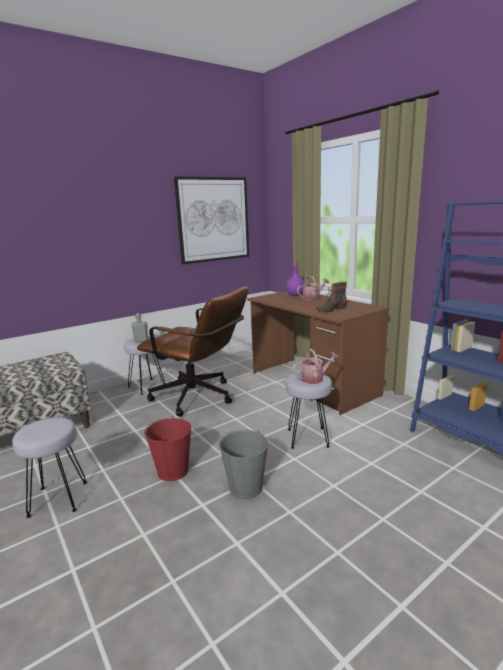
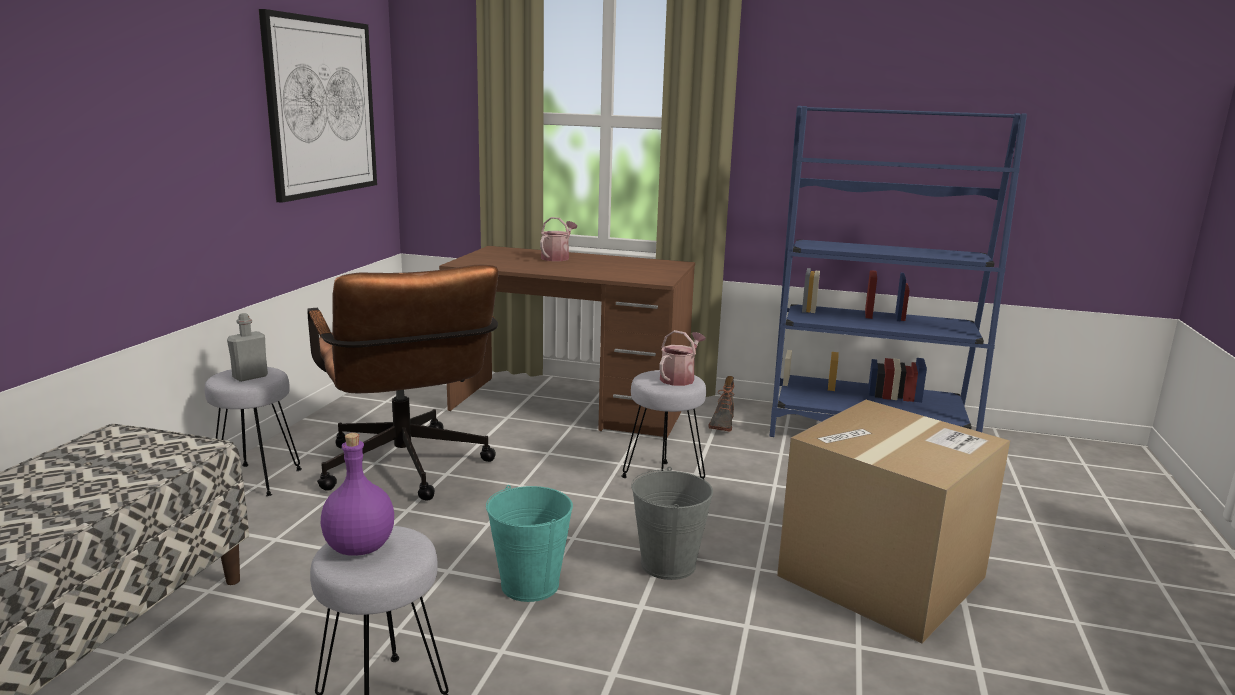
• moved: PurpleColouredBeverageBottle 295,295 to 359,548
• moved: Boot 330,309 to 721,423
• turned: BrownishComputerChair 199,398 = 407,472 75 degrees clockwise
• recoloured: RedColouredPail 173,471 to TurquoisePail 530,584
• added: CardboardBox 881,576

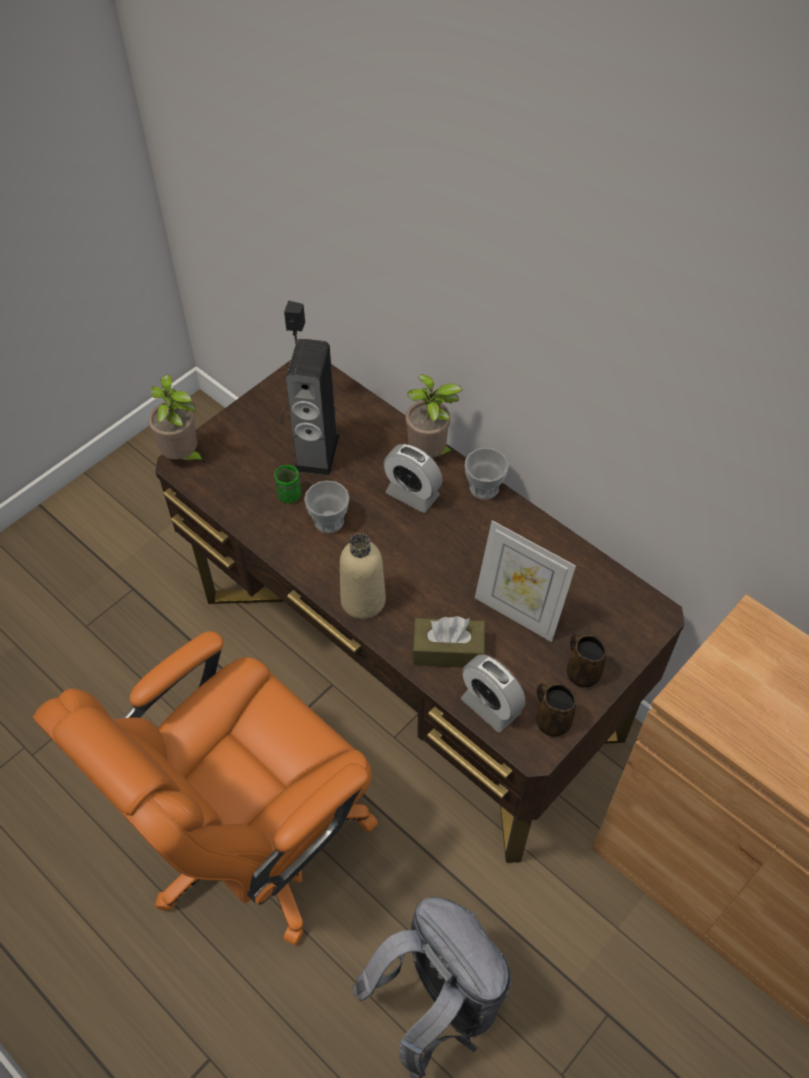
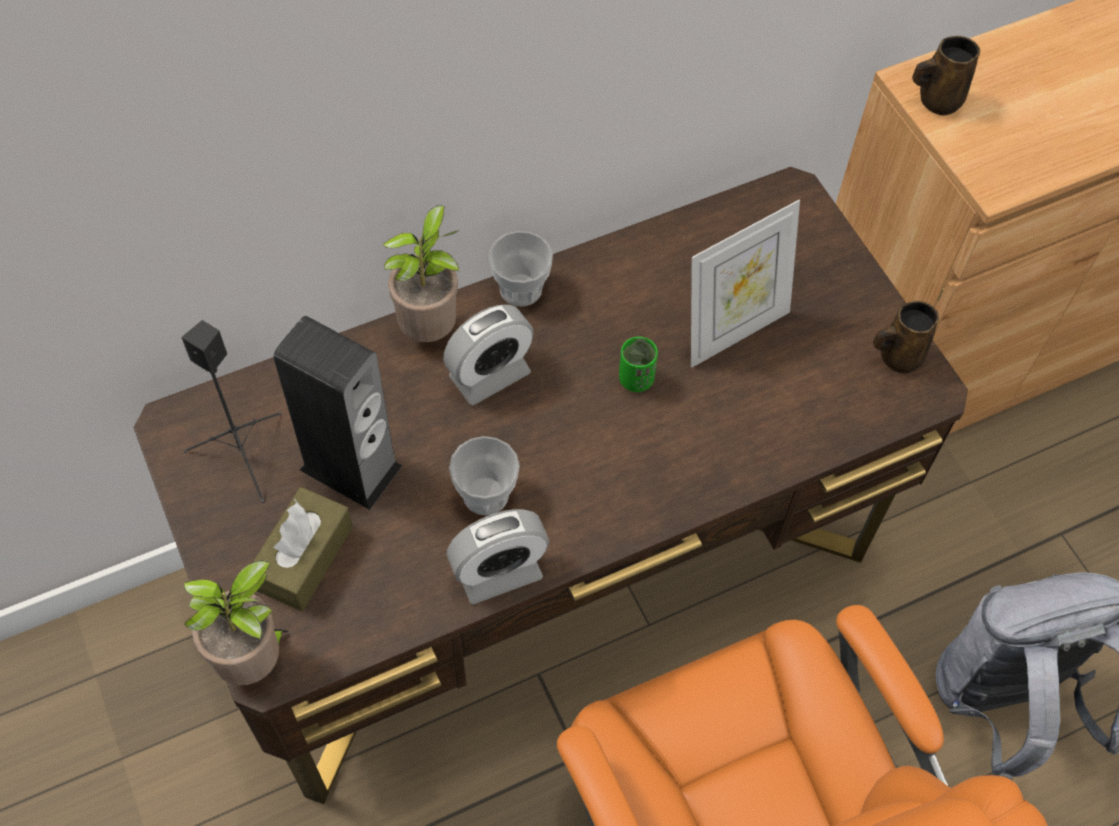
• moved: GreenColouredSmallCup 289,495 to 635,379
• removed: BeigeColouredBeverageBottle 363,601
• moved: BrownishTissueBox 448,650 to 304,558
• moved: BrownishMug 582,672 to 937,100
• moved: AlarmClock 490,706 to 499,572

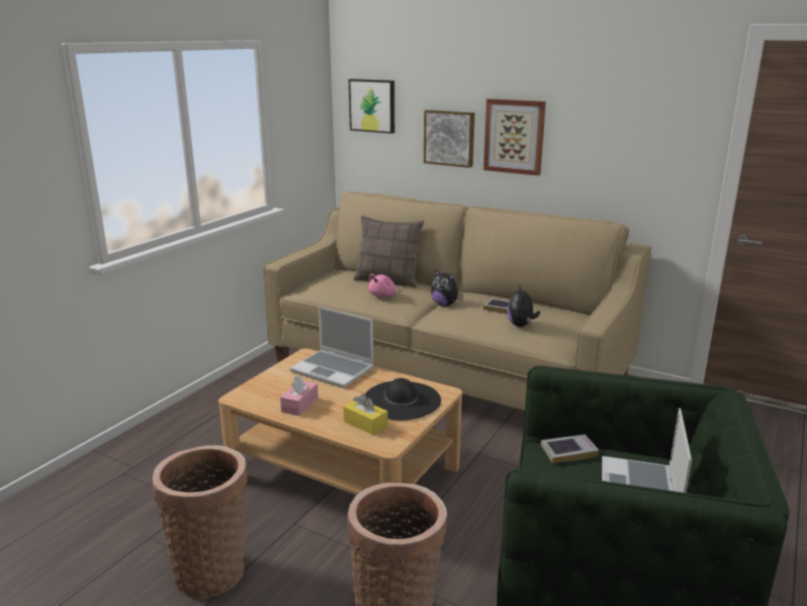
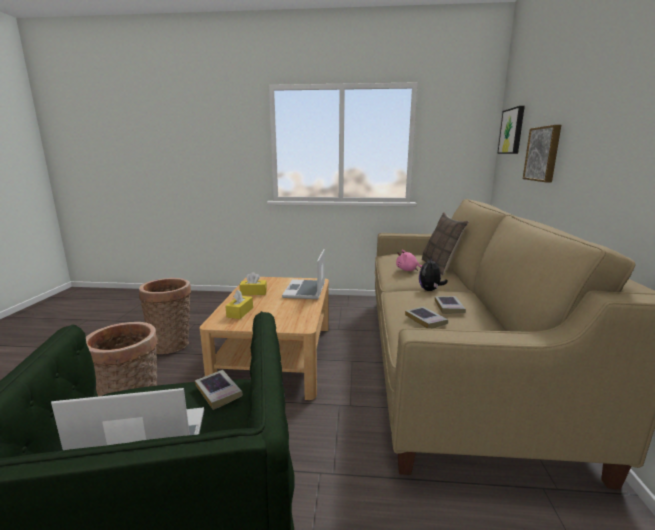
• removed: WallPicture 514,136
• replaced: SoftToy 521,325 to Volume 425,320
• recoloured: PinkColouredTissueBox 300,405 to YellowColouredTissueBox 253,292
• removed: BlackishClothingHat 401,400

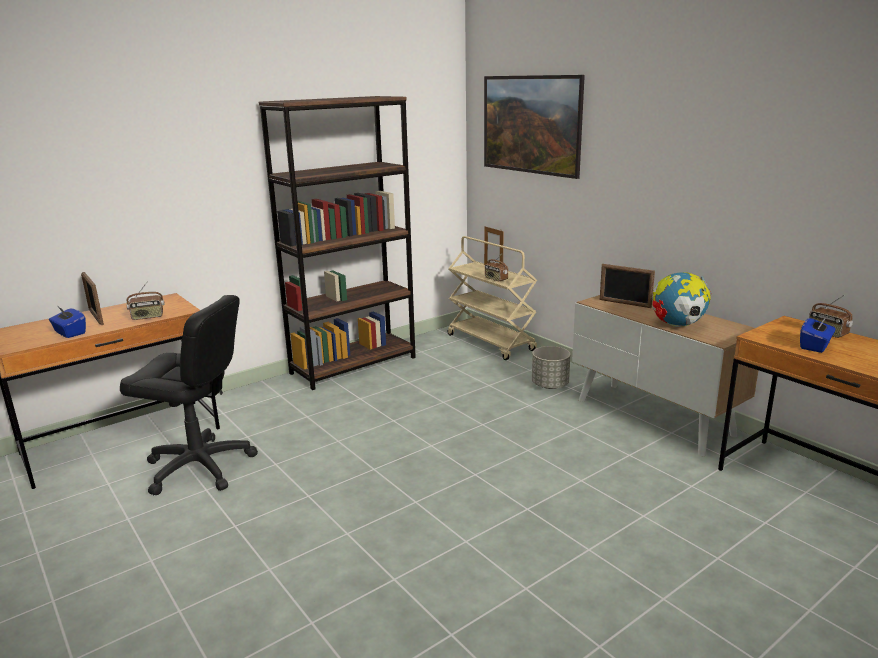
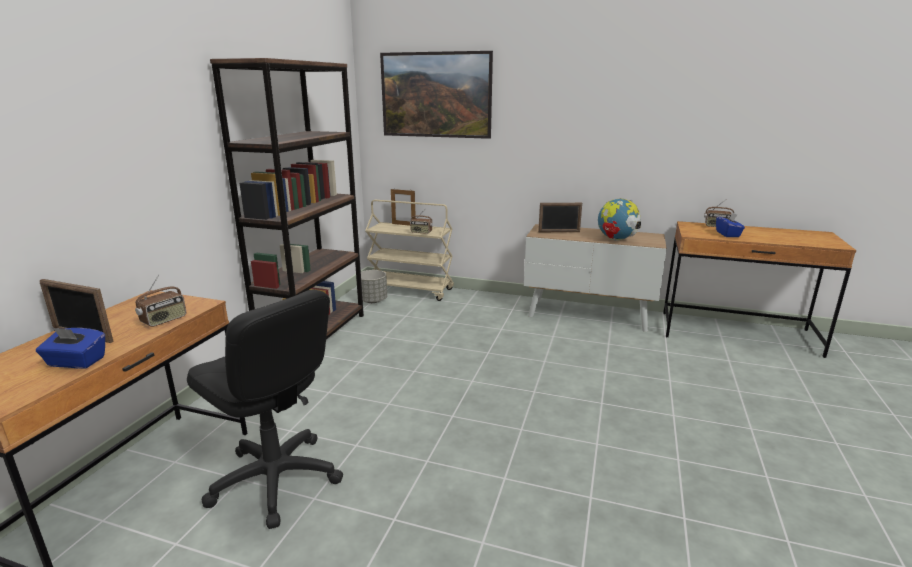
• turned: BlackishComputerChair 199,467 = 275,479 60 degrees clockwise
• moved: GrayPlantPot 550,385 to 373,301

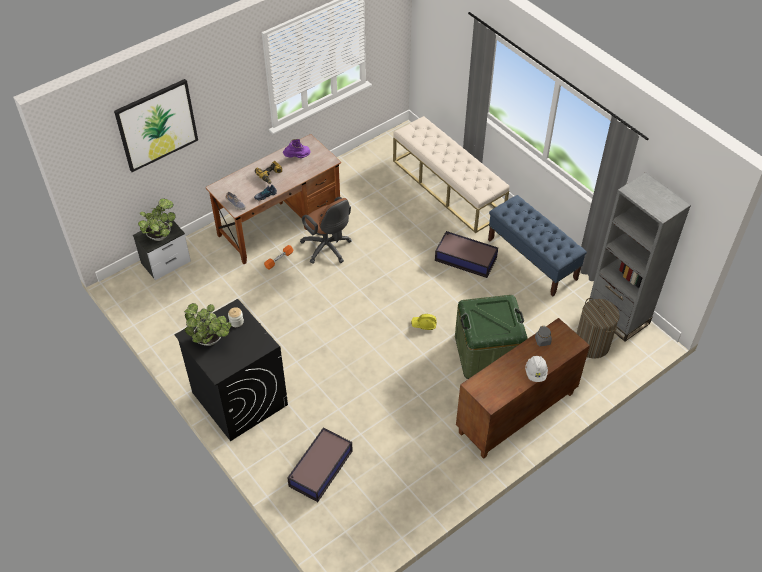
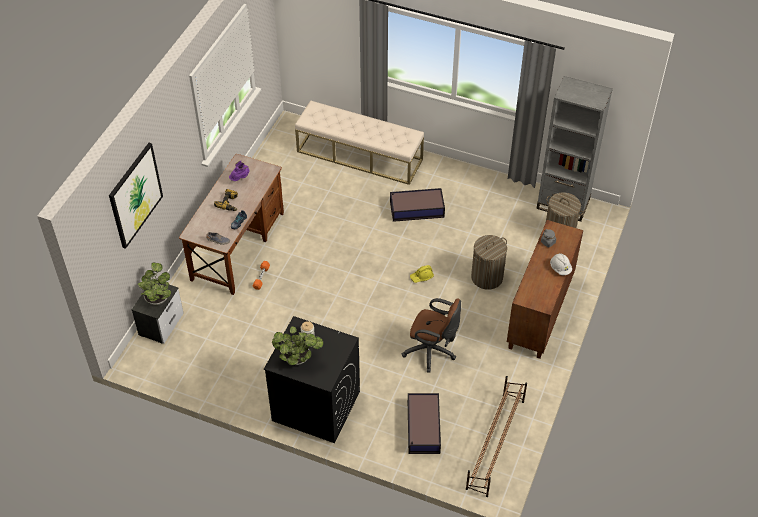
• removed: BlueColouredBench 532,259
• moved: BrownishComputerChair 328,249 to 432,352
• replaced: GreenColouredStorageContainer 487,353 to LaundryBasket 487,277
• added: BrownishShoeStand 495,444

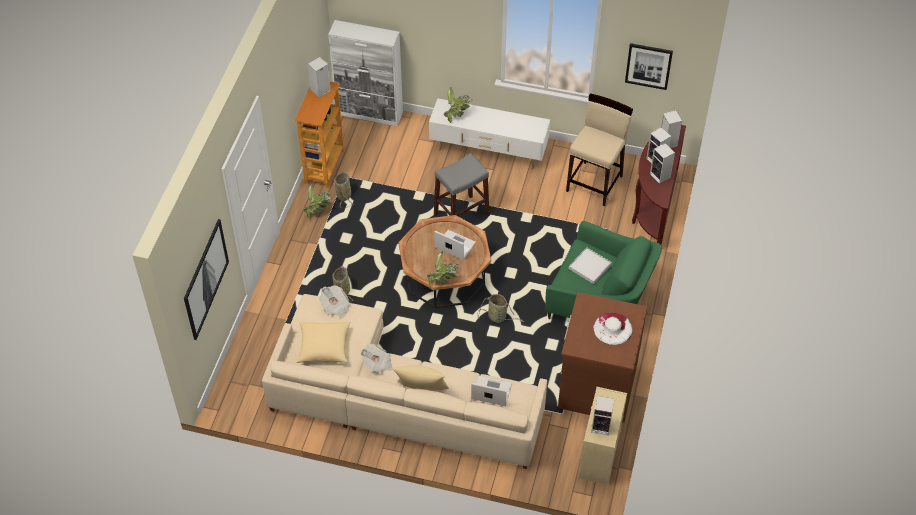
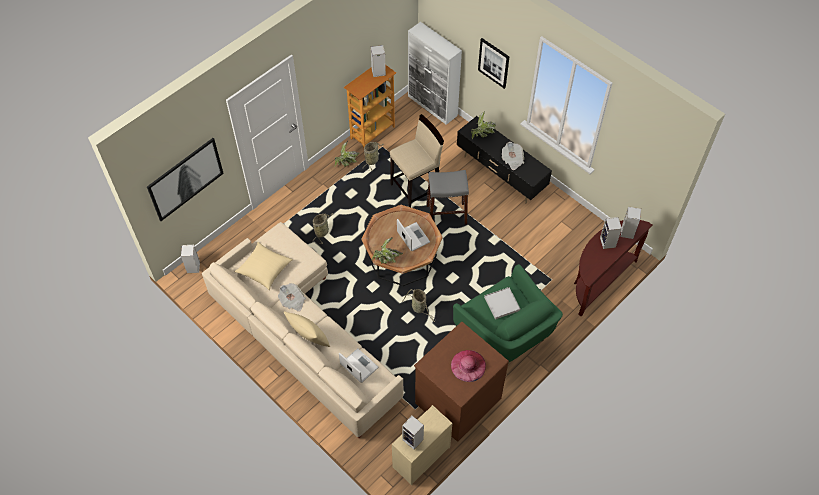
• moved: WallPicture 648,66 to 494,63
• moved: BeigeColouredSittingStool 595,183 to 416,188
• recoloured: WhitishTvUnit 489,151 to BlackishTvUnit 501,175
• moved: Speaker 661,176 to 193,268
• moved: PrintedPaper 335,307 to 512,160
• recoloured: WhitishClothingHat 613,328 to PinkColouredClothingHat 468,365

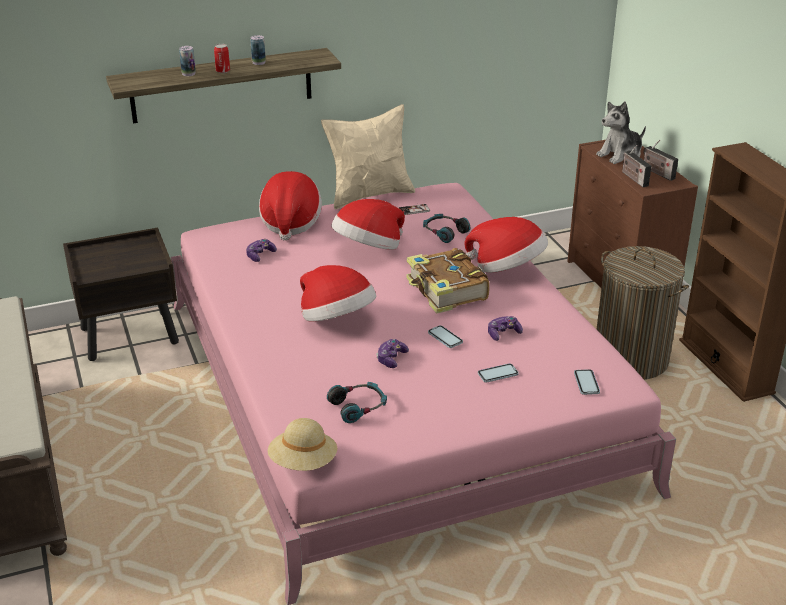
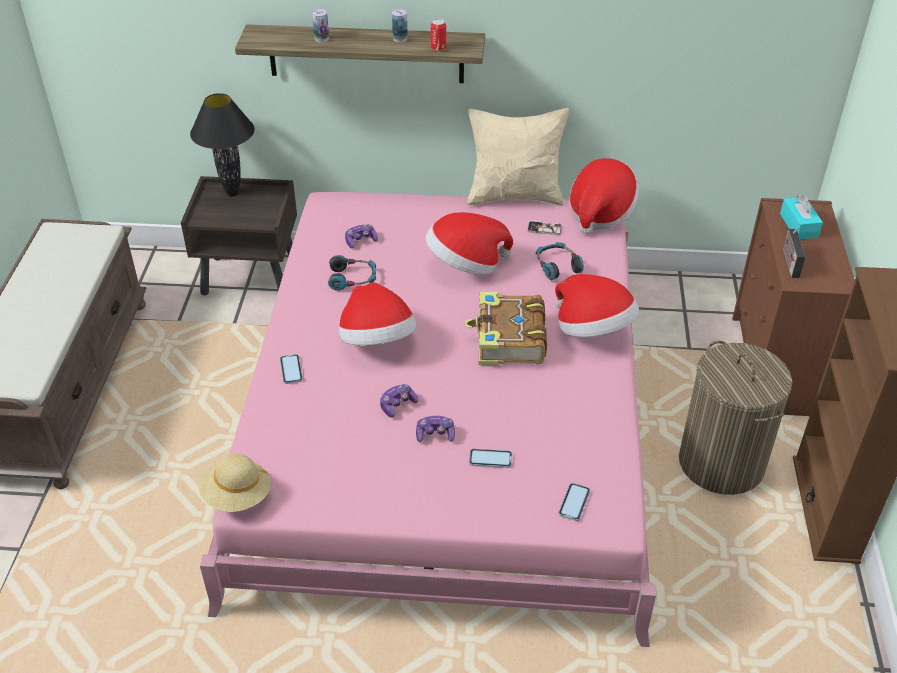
• moved: Can 223,71 to 438,48
• replaced: SoftToy 620,155 to TurquoiseTissueBox 798,225
• removed: RadioSet 657,172
• moved: ClothingHat 290,222 to 600,213
• moved: Gamepad 503,333 to 435,434
• moved: Telephone 445,338 to 291,370
• moved: Headphones 358,407 to 352,279
• added: BlackishTableLamp 233,193

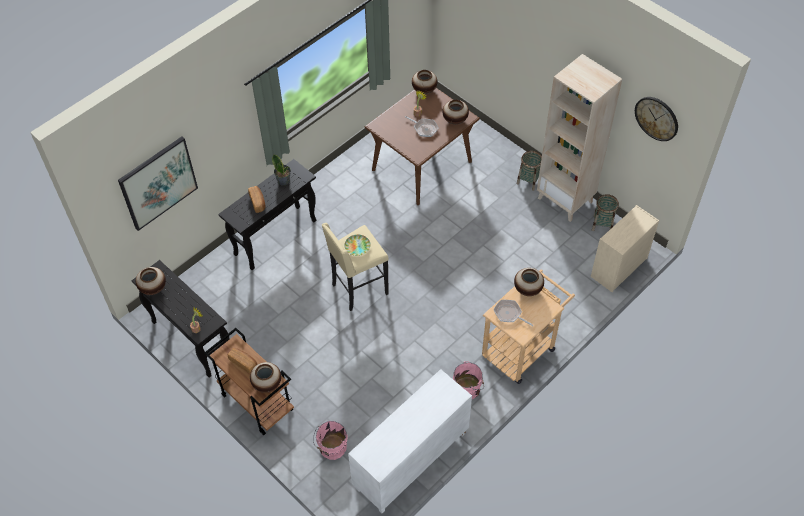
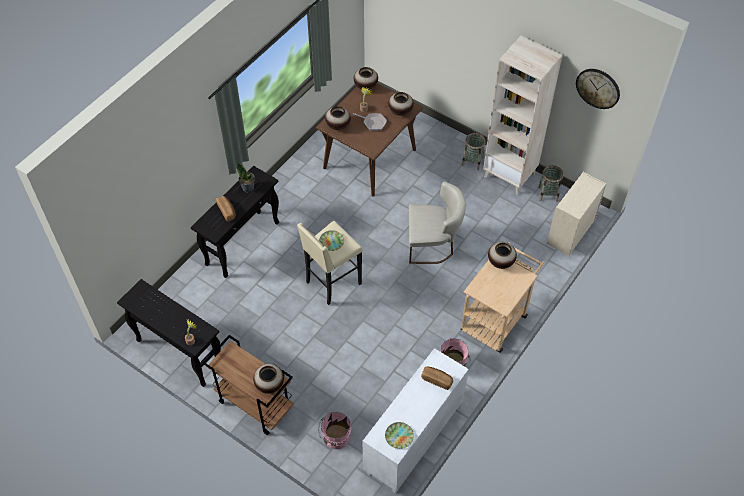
• removed: WallPicture 158,183
• moved: Vase 153,288 to 338,126
• removed: Skillet 509,314
• moved: Bread 243,363 to 437,380
• added: BeigeColouredChair 433,245
• added: DinnerPlate 399,436

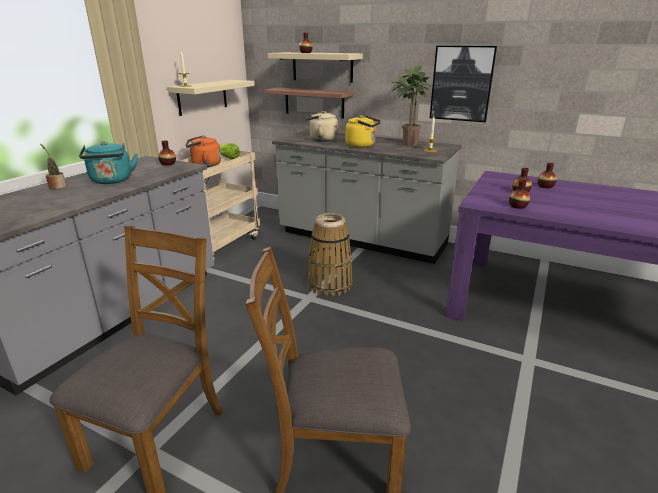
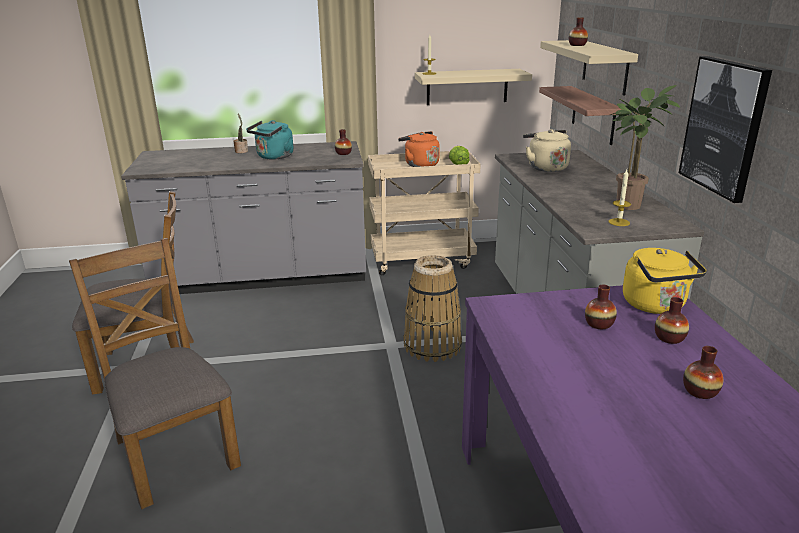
• moved: YellowColouredWaterKettle 362,145 to 656,306
• moved: Vase 517,206 to 700,391

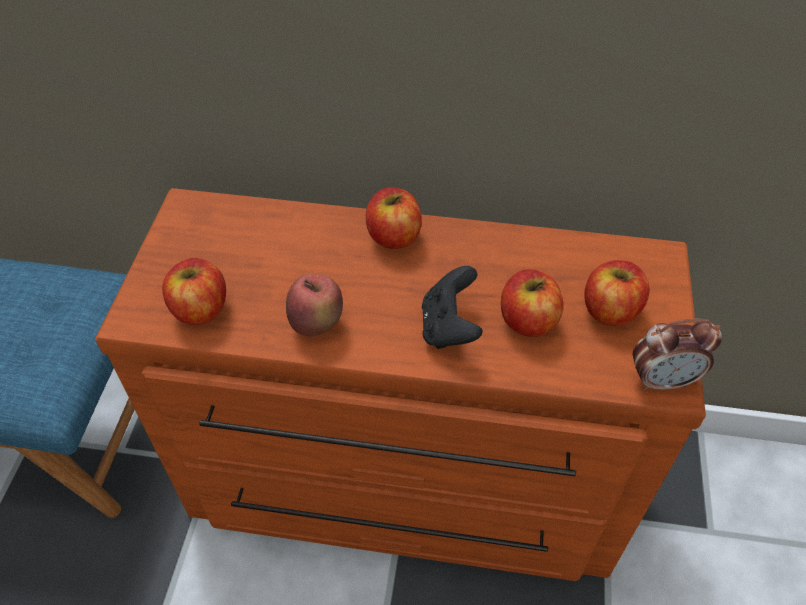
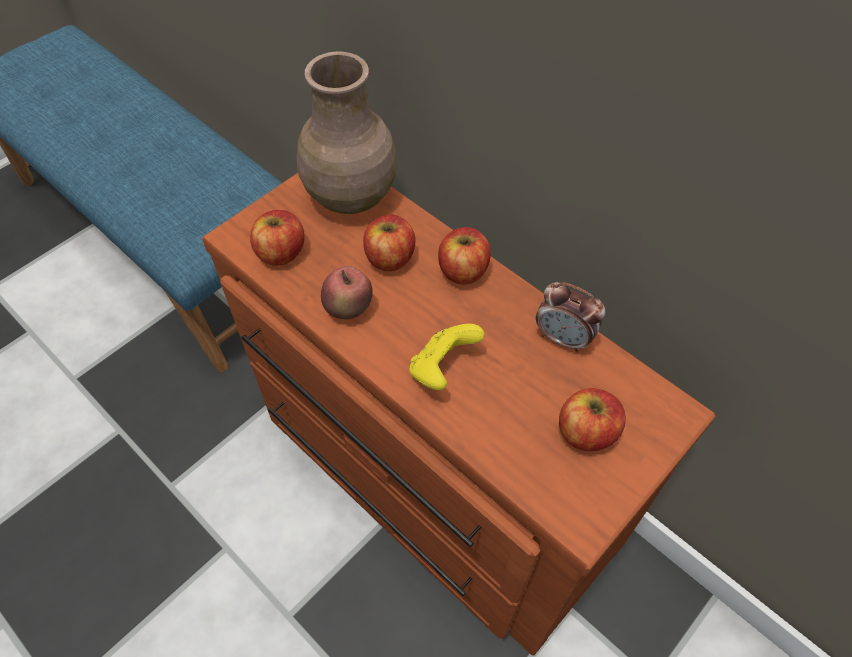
• recoloured: BlackishGamepad 449,327 to YellowColouredGamepad 442,368
• moved: WholeApple 527,321 to 390,258
• moved: AlarmClock 662,380 to 563,338
• added: BrownishVase 350,197

